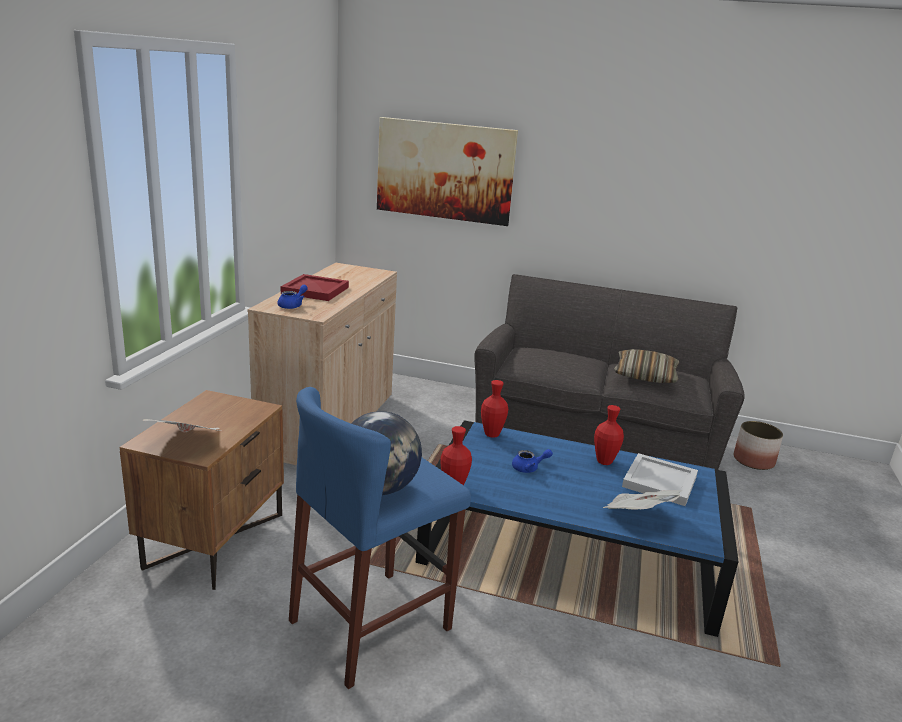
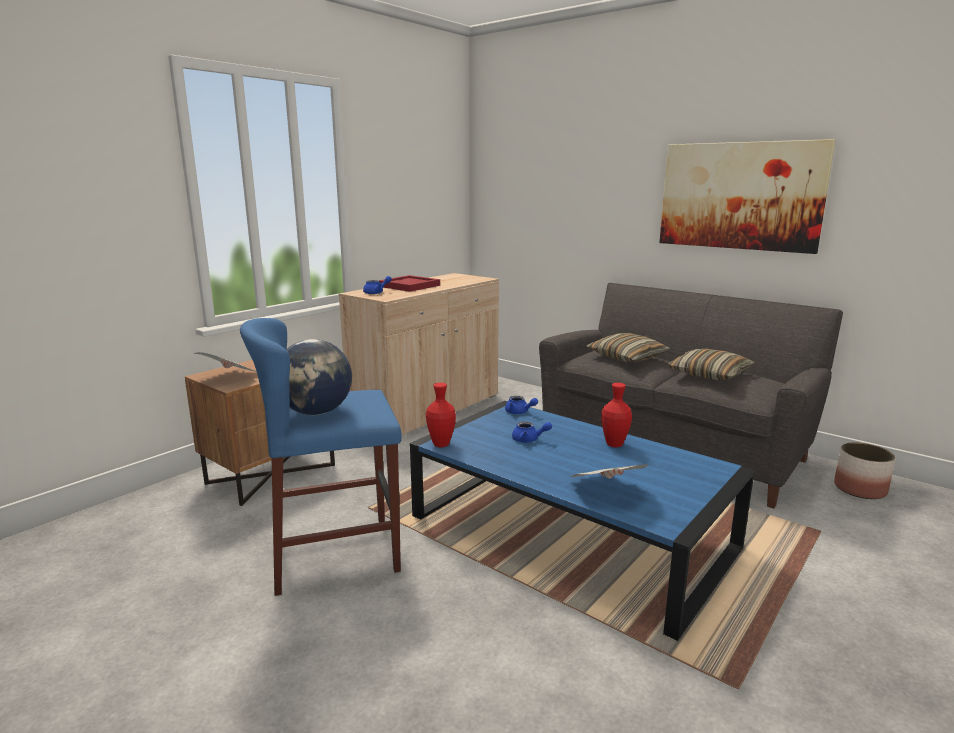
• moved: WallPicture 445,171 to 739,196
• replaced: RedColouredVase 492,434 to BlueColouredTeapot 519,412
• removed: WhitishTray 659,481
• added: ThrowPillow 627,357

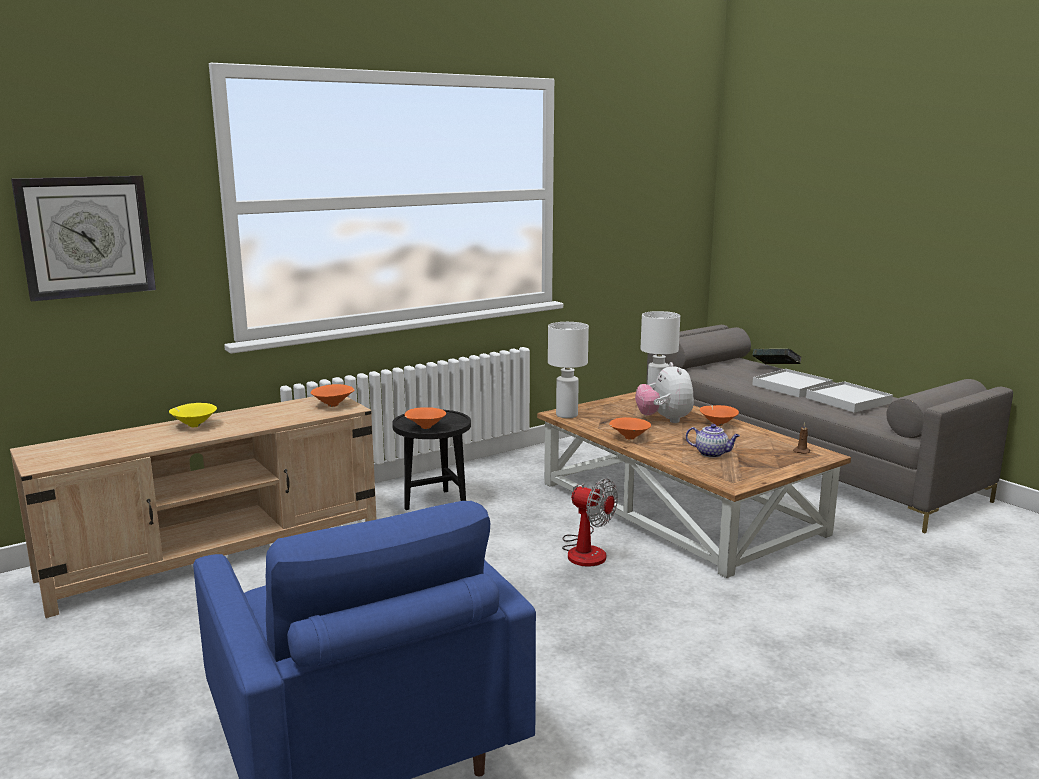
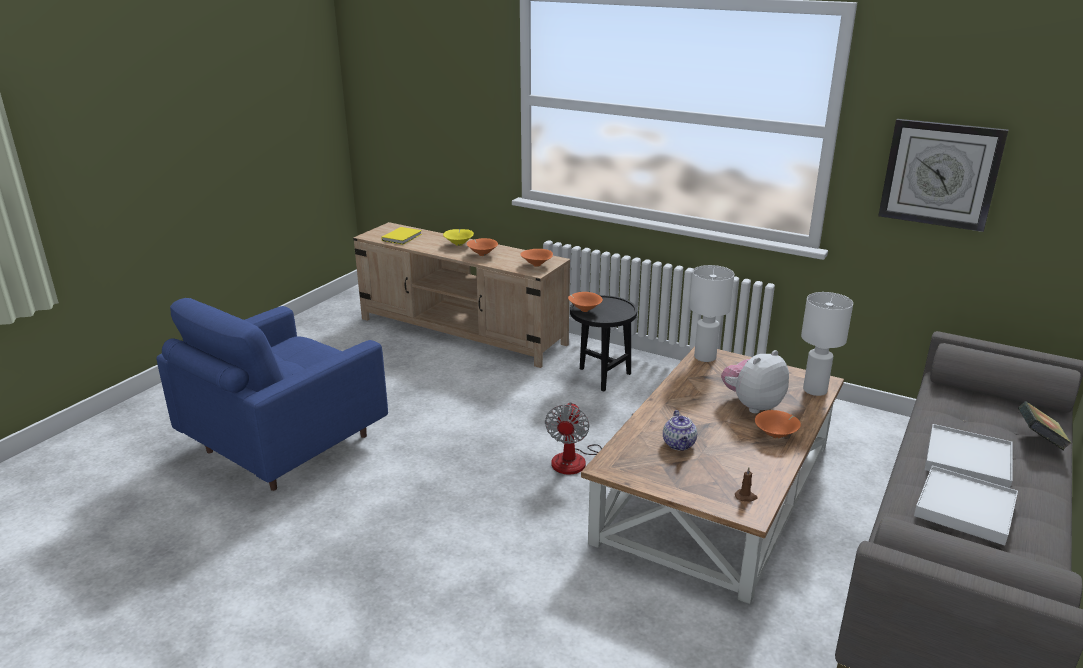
• moved: ClockOnTheWall 86,236 to 940,174
• moved: OrangeServingBowl 628,438 to 482,254
• added: YellowColouredVolume 403,237

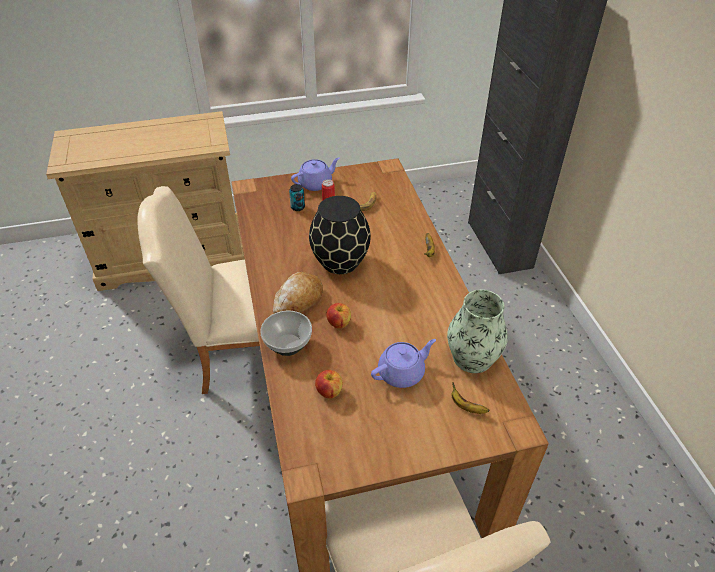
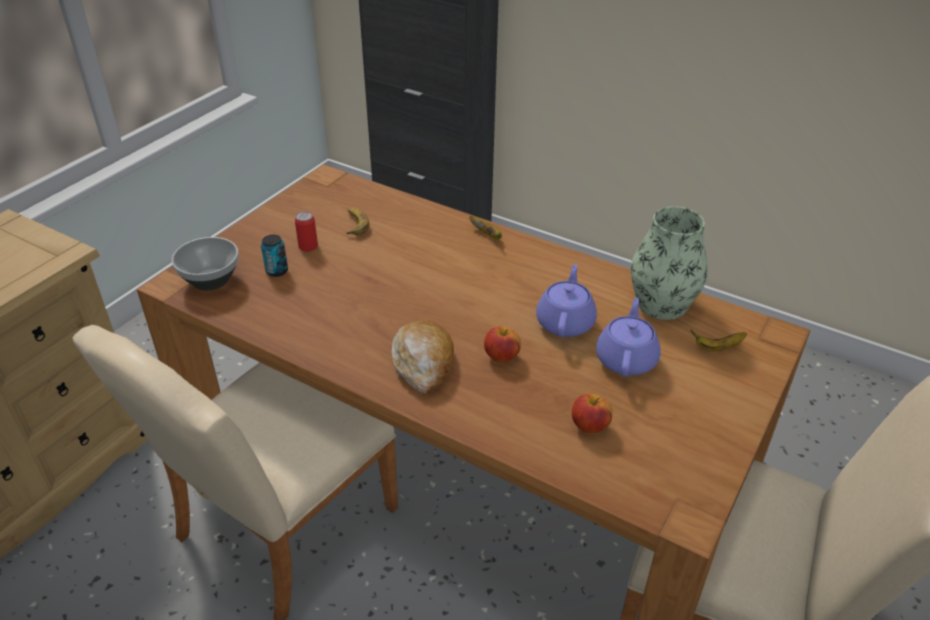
• moved: PurpleColouredTeapot 316,183 to 565,322
• removed: BlackishVase 339,262
• moved: ServingBowl 289,345 to 211,279

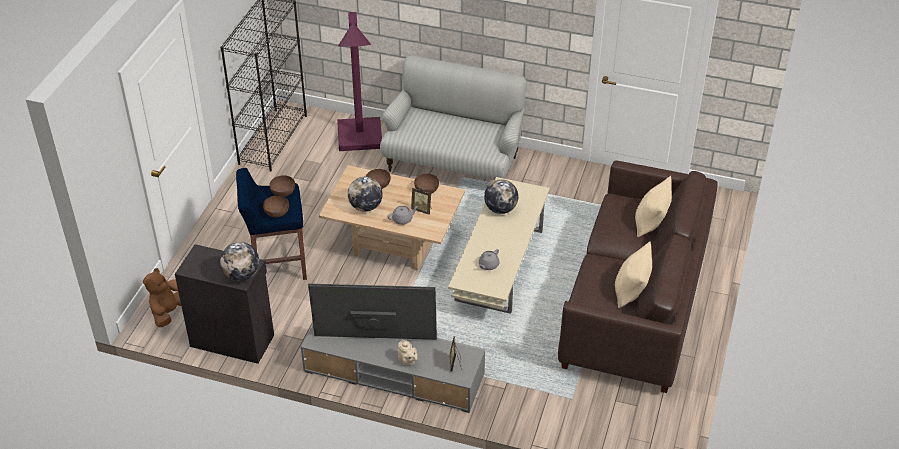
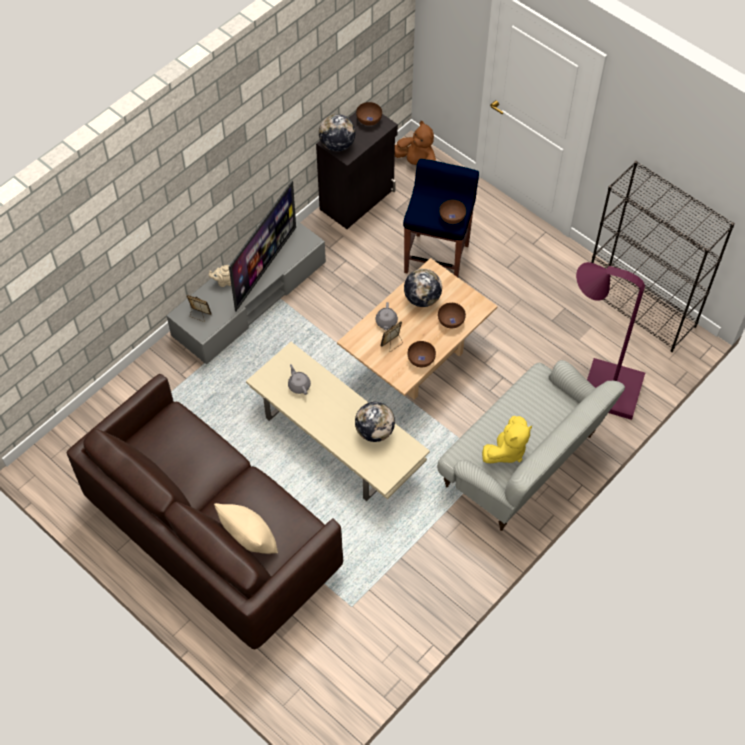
• moved: BrownishServingBowl 277,212 to 368,119
• removed: BeigeColouredThrowPillow 631,291
• added: YellowColouredSoftToy 506,450

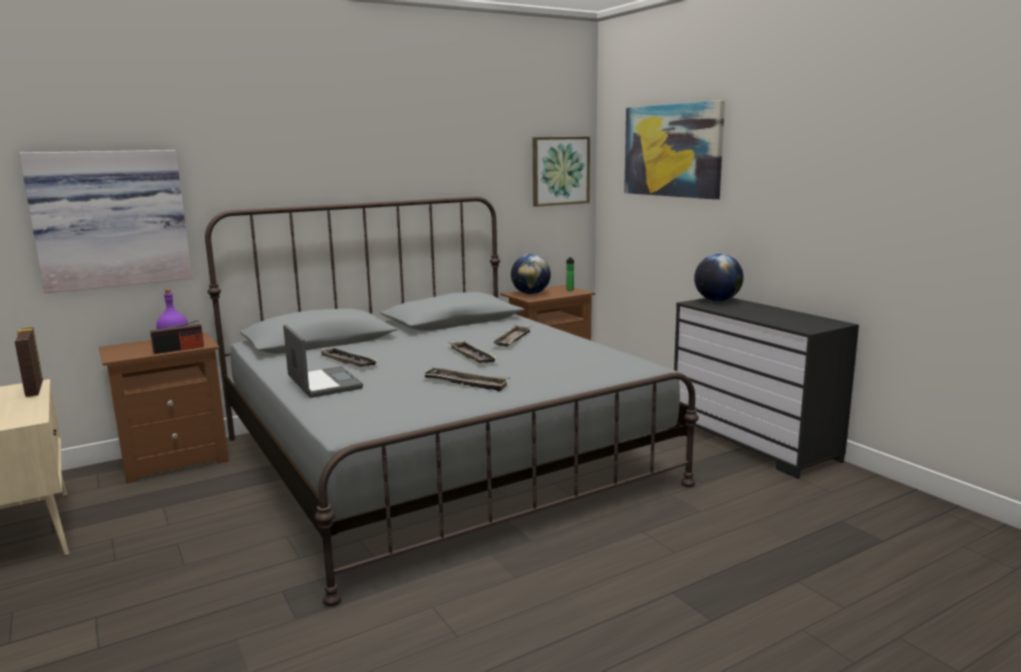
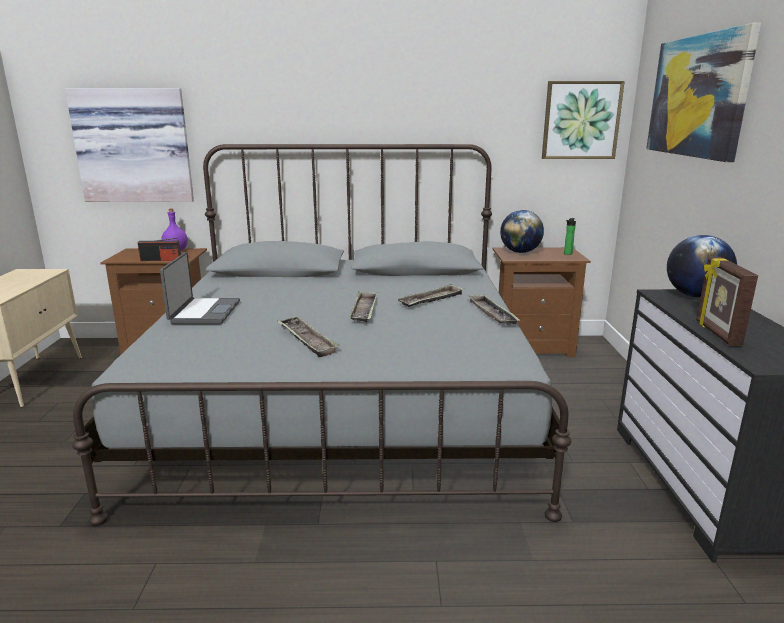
• moved: PictureFrame 33,389 to 716,333
• moved: Tray 347,361 to 491,313

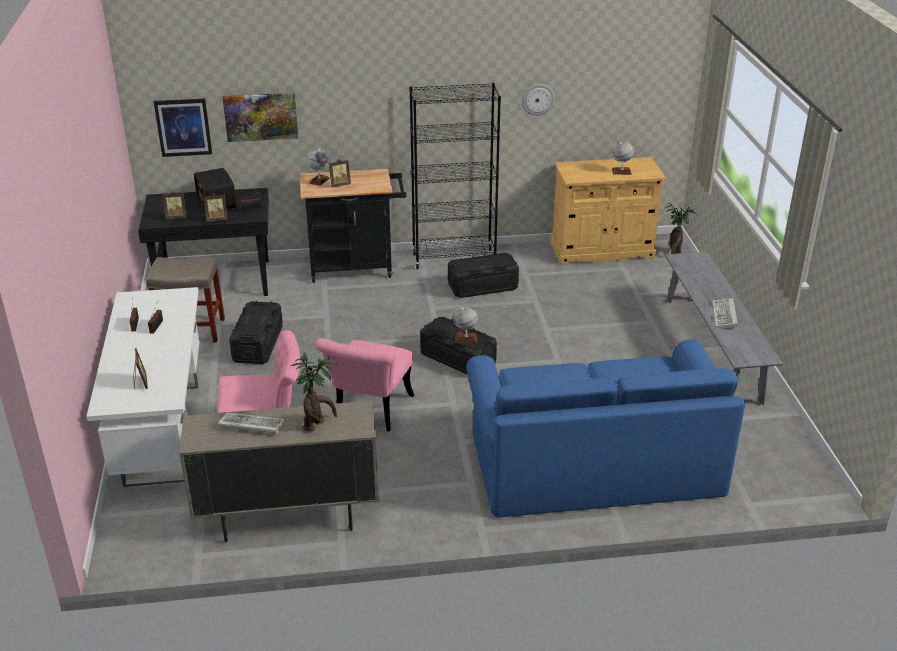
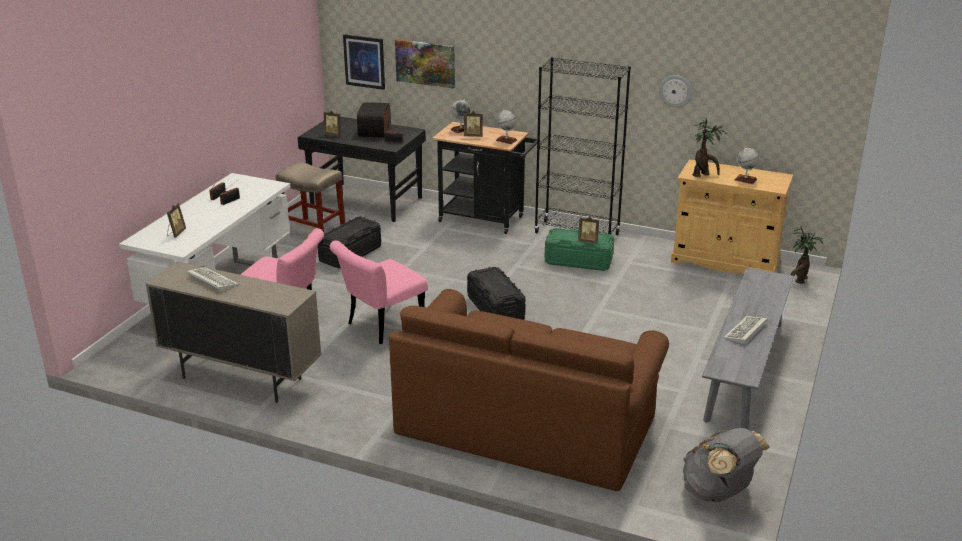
• moved: PictureFrame 217,219 to 588,241
• recoloured: BlackishStorageContainer 483,286 to GreenColouredStorageContainer 578,261
• moved: WorldGlobe 466,338 to 506,140
• recoloured: BlueColouredSettee 593,461 to BrownishSettee 526,421
• moved: PlantInAPot 317,424 to 703,175
• added: GrayBackpack 718,492

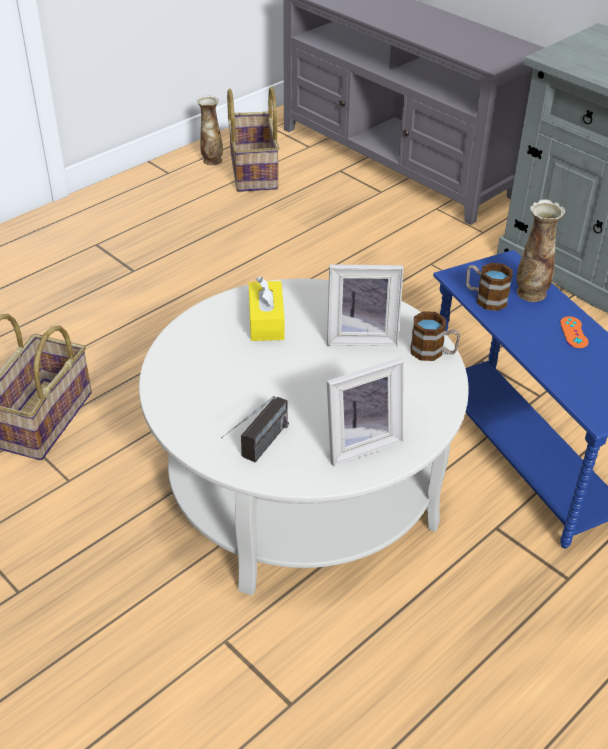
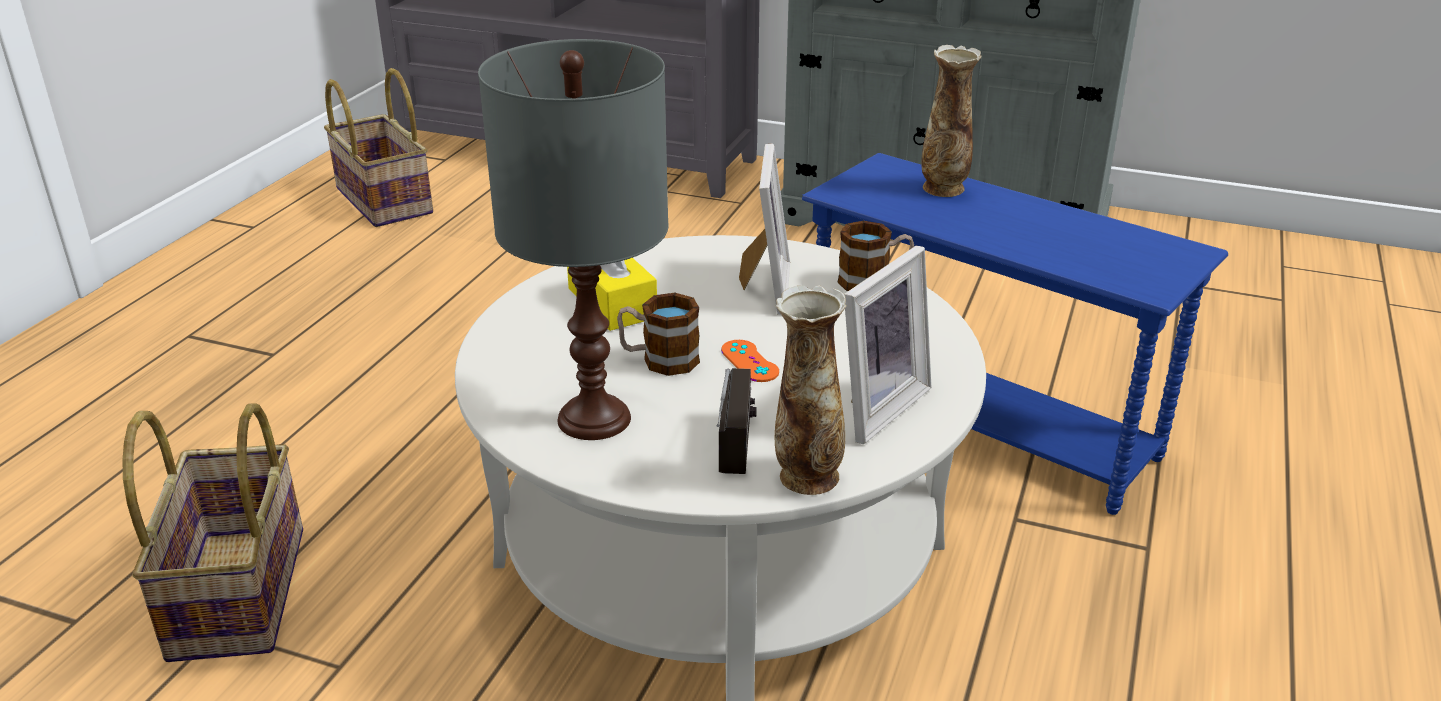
• moved: Vase 212,160 to 806,477
• moved: Mug 485,298 to 659,360
• turned: PictureFrame 361,336 = 763,287 60 degrees counterclockwise
• moved: OrangeGamepad 574,332 to 749,361
• added: GrayTableLamp 595,418

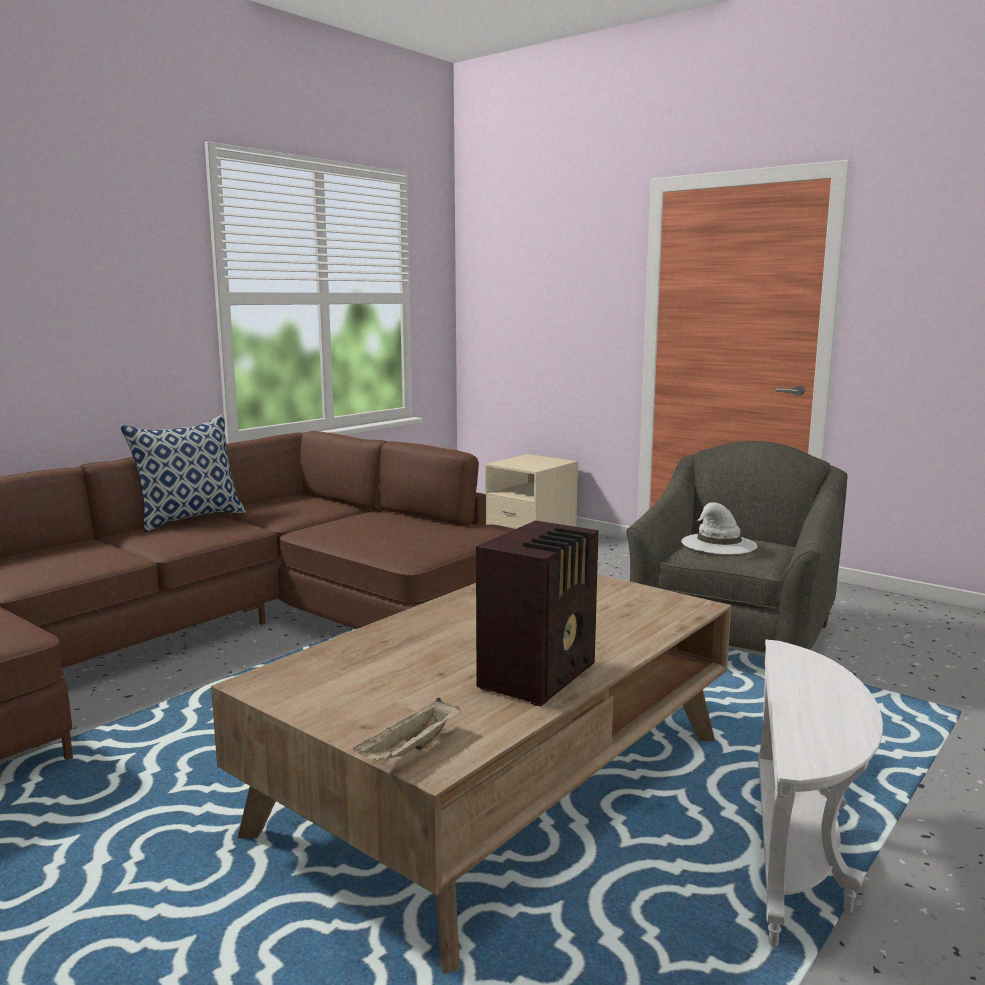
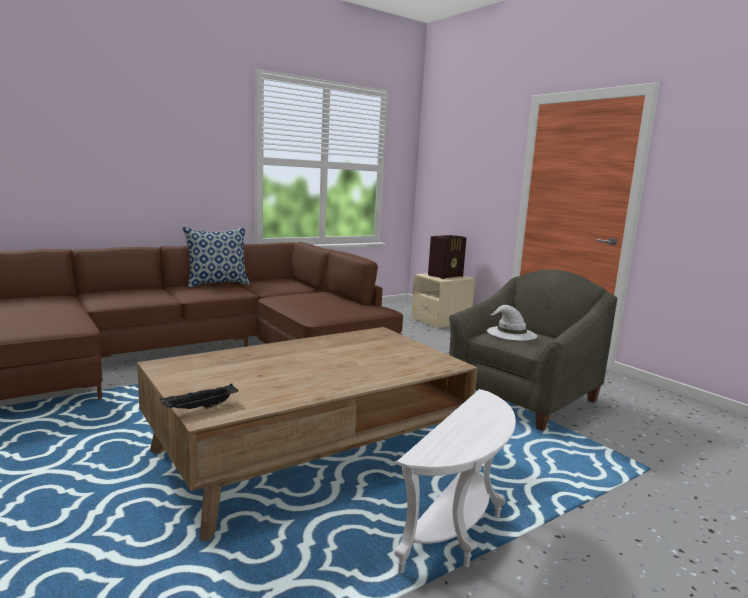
• moved: RadioSet 541,676 to 446,276
• recoloured: BeigeColouredTray 410,751 to BlackishTray 200,408

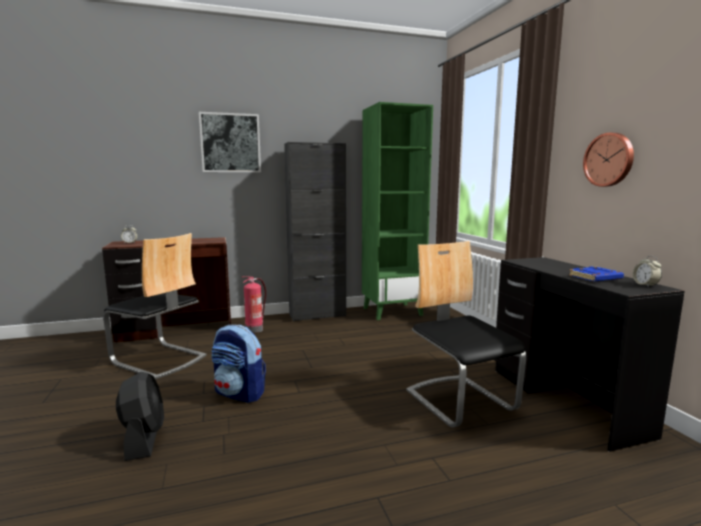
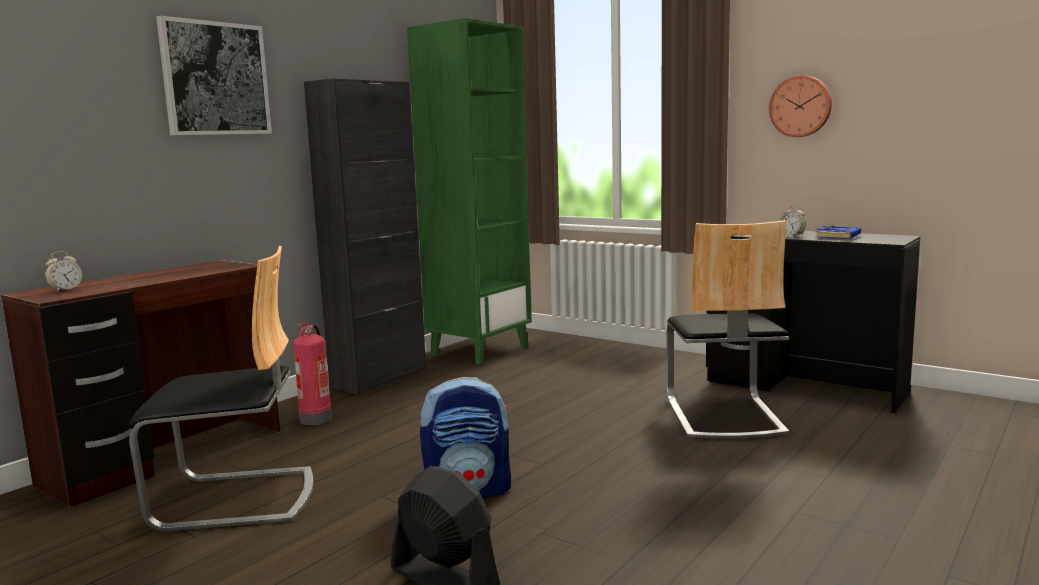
• turned: Chair 460,400 = 723,416 120 degrees counterclockwise
• moved: AlarmClock 645,285 to 792,236

